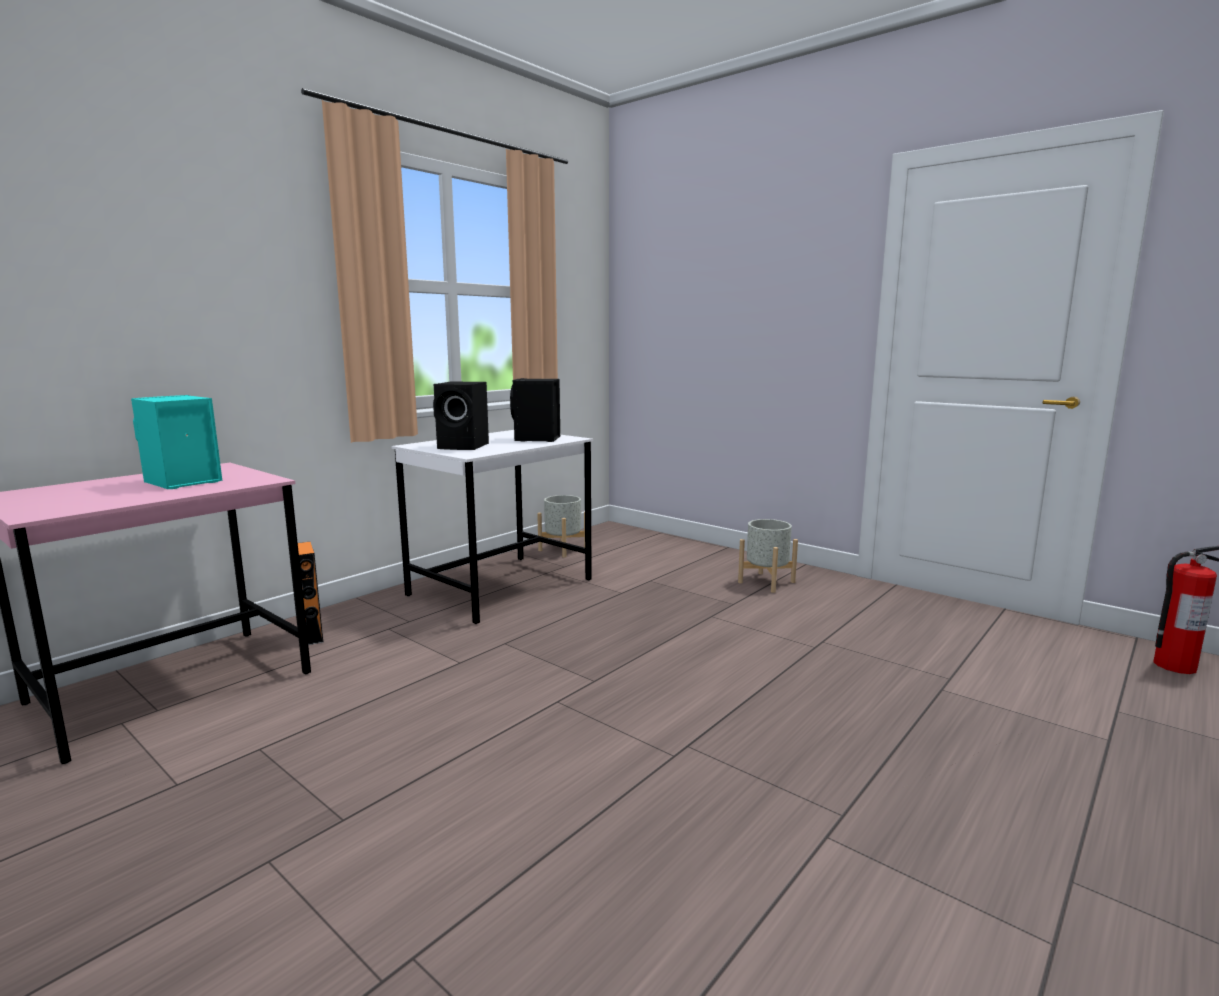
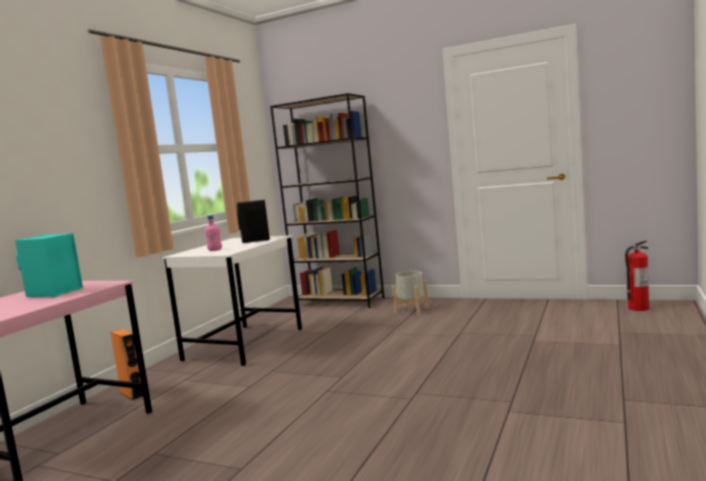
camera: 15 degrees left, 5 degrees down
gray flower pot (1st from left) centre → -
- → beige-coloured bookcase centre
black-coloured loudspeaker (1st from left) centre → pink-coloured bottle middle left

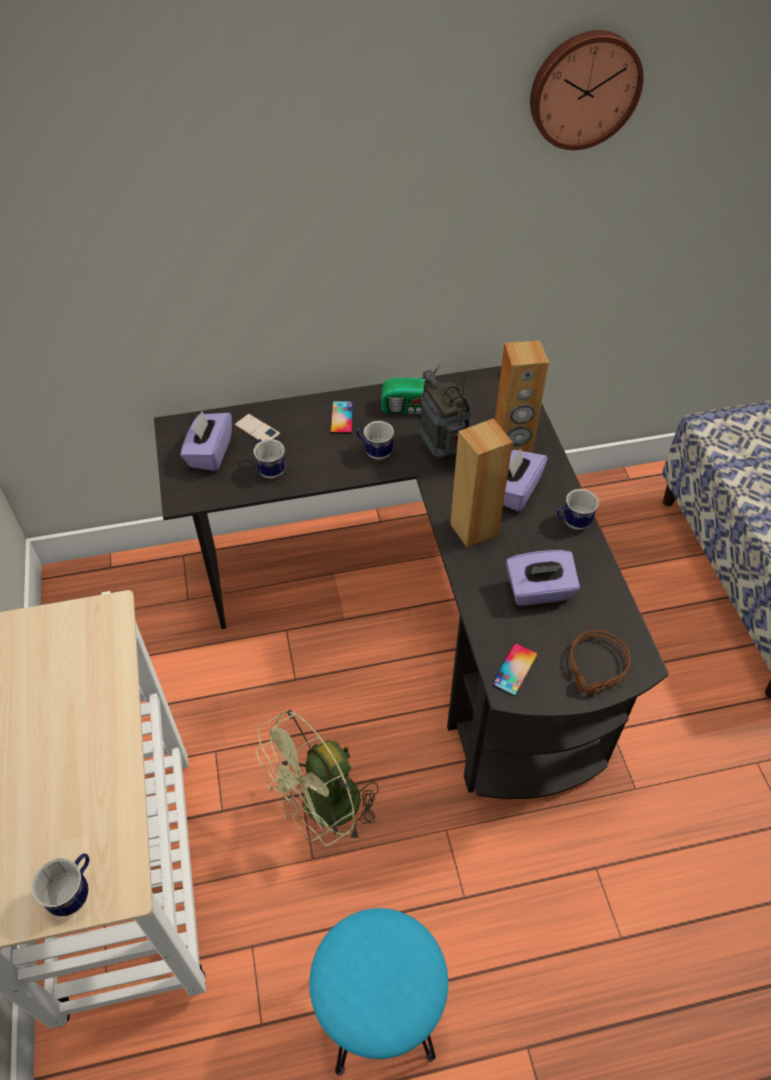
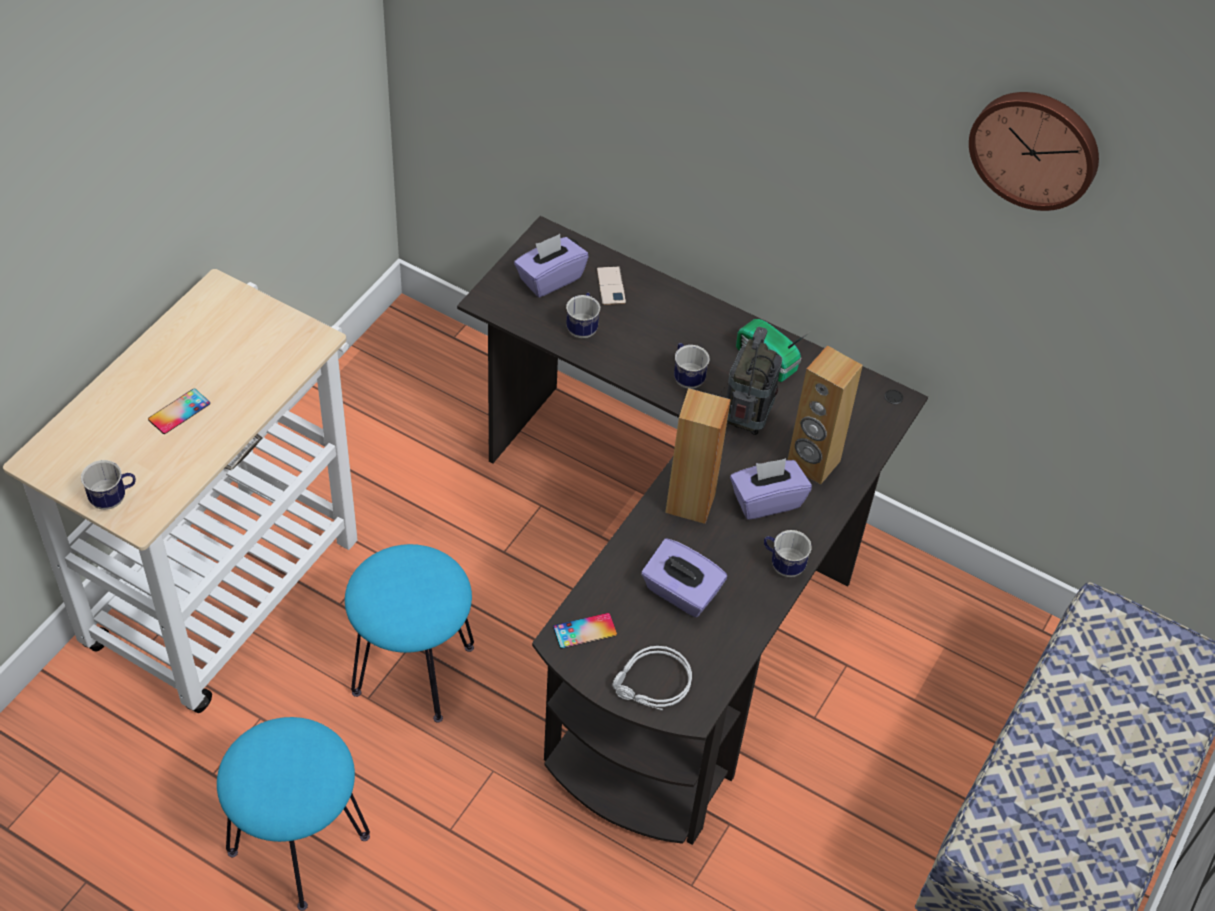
camera: 40 degrees right, 0 degrees up
telephone (2nd from left in the first image) centre → telephone (1st from left) middle left, move
greenish electric fan bottom centre → turquoise stool seat (2nd from left) bottom centre
brown-coloured headset middle right → gray headset bottom centre

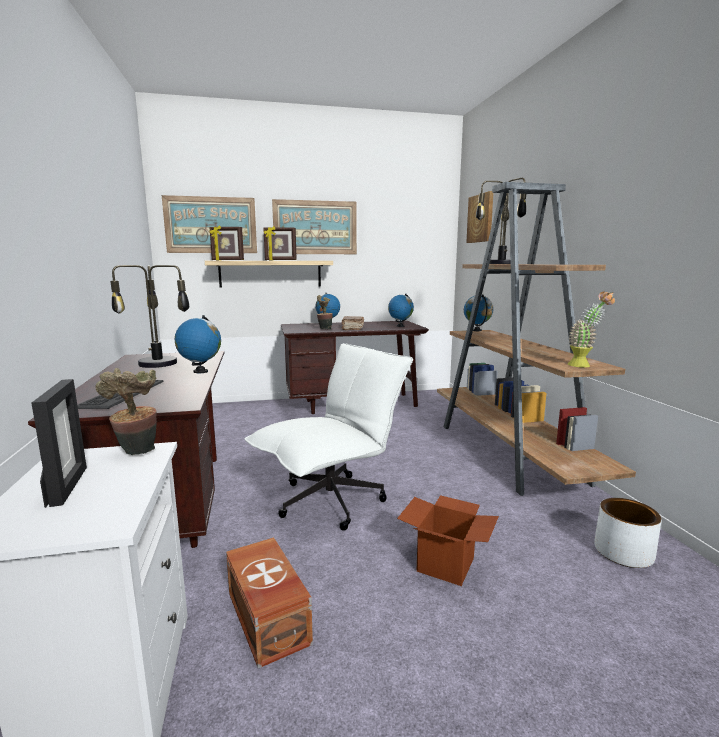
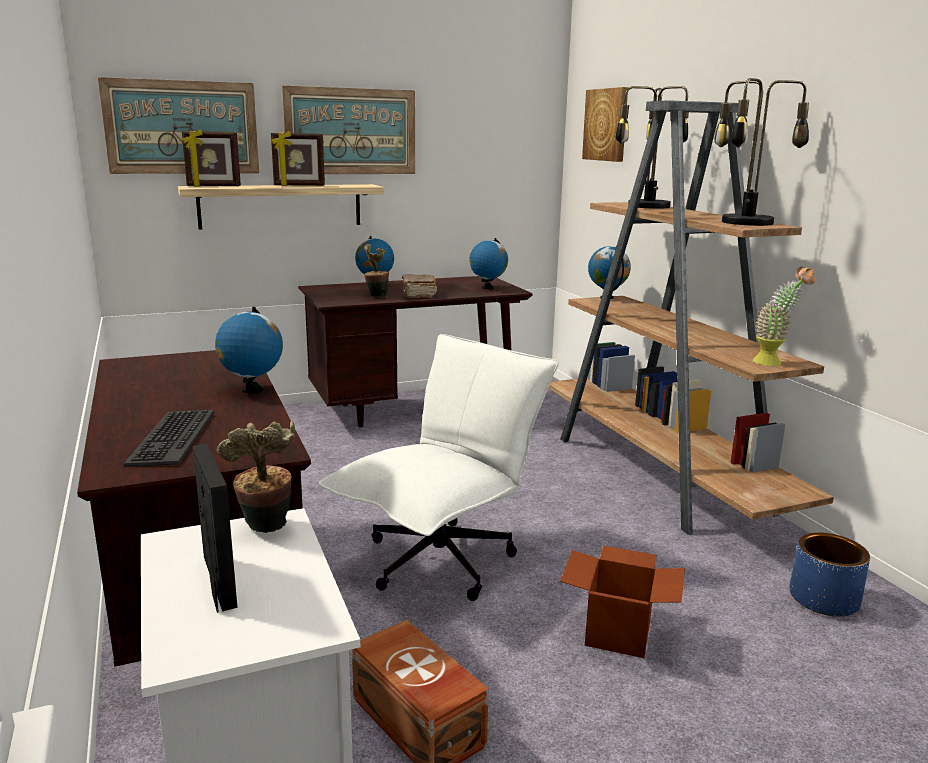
camera: 10 degrees left, 5 degrees up
table lamp (1st from left in the first image) middle left → table lamp (2nd from left) top right, move
whitish flower pot bottom right → bluish flower pot bottom right

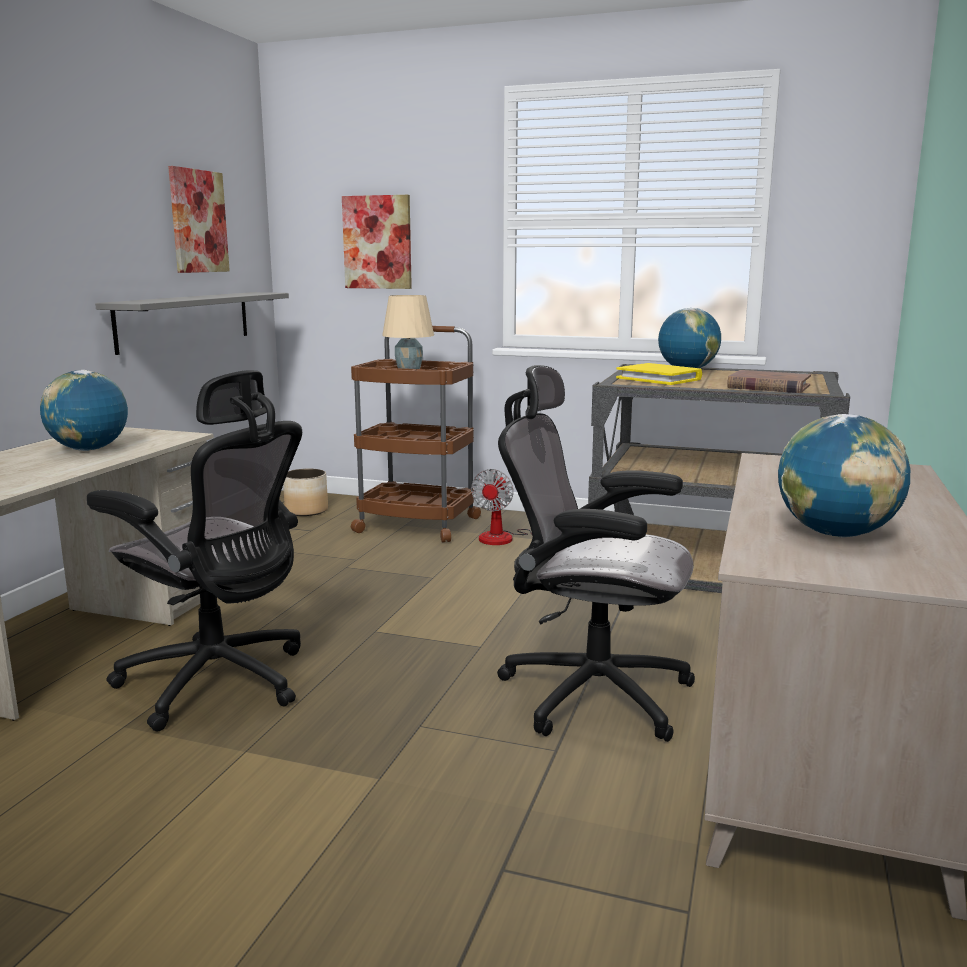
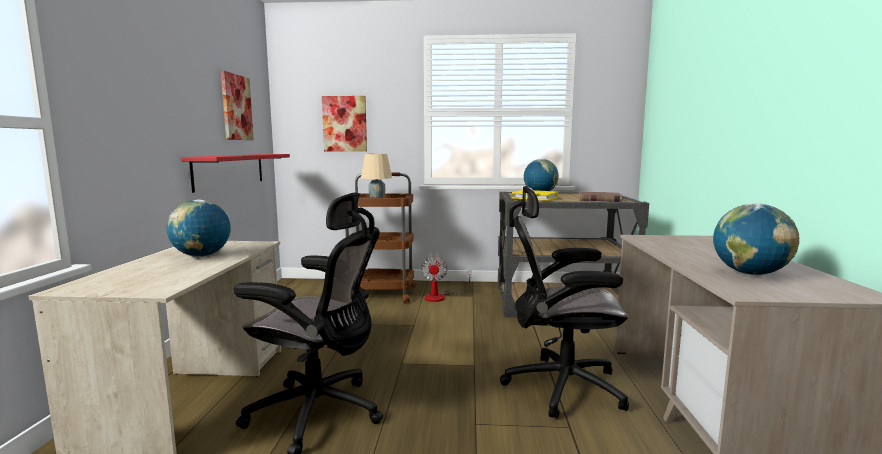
camera: 15 degrees left, 5 degrees down
flower pot middle left → -
gray shelf middle left → red-coloured shelf middle left

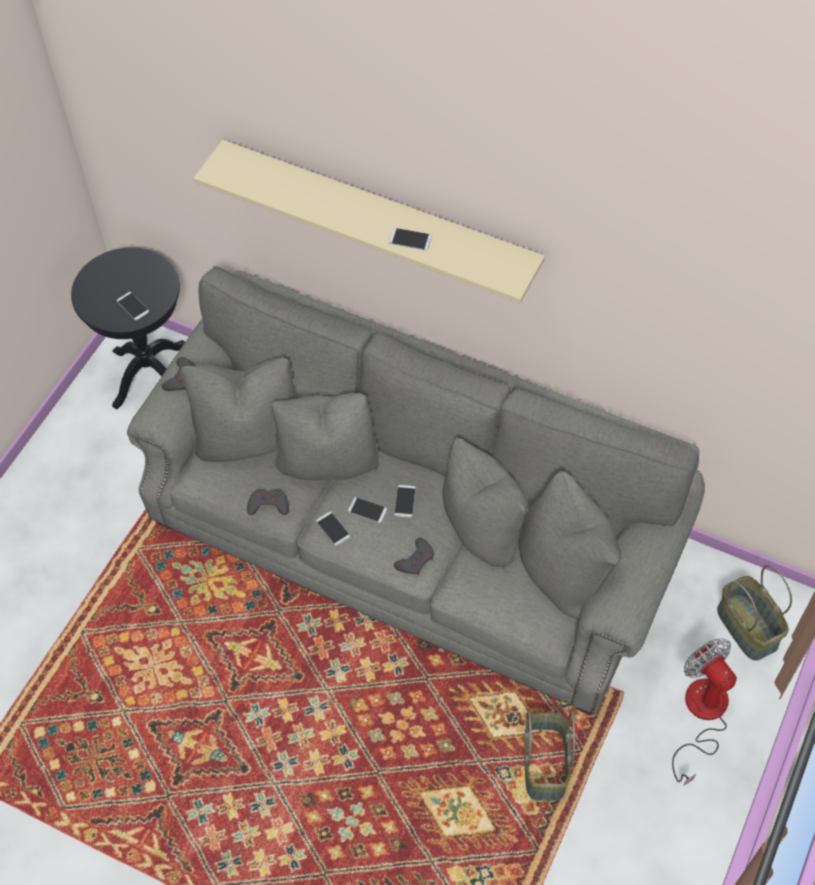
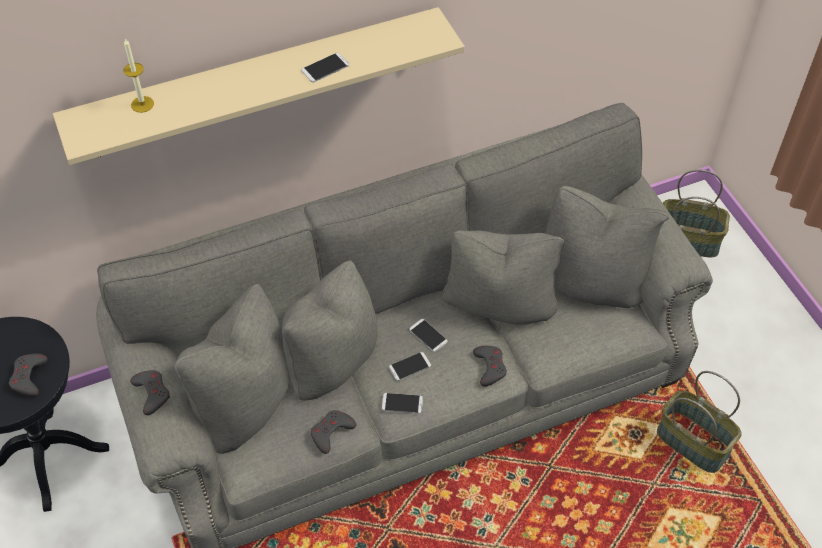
camera: 50 degrees left, 5 degrees down
electric fan bottom right → -
- → candle top left
telephone (1st from left) middle left → gray gamepad (1st from left) bottom left

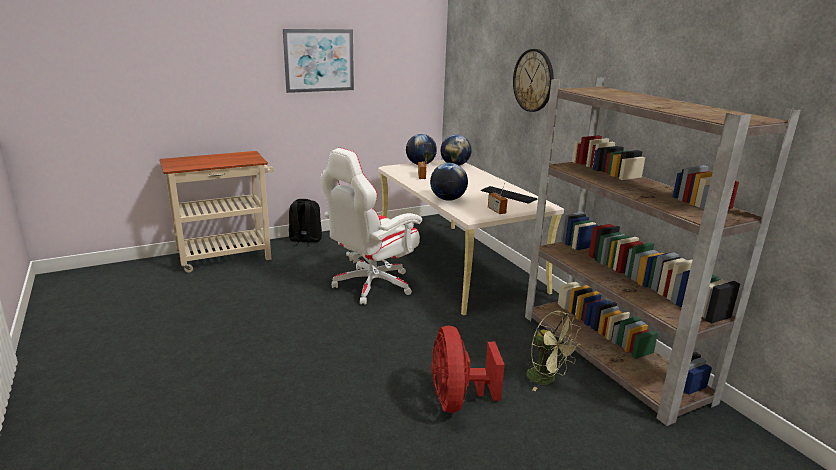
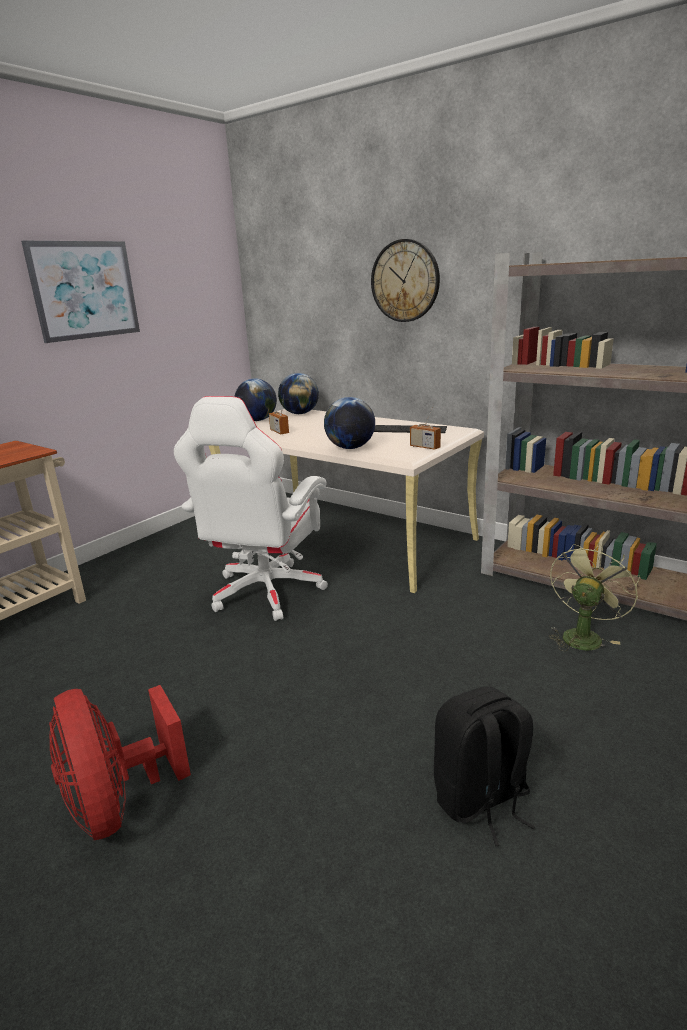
camera: 25 degrees left, 0 degrees up
black-coloured rucksack centre → black-coloured rucksack bottom right, move
red-coloured electric fan bottom centre → red-coloured electric fan bottom left, move
greenish electric fan bottom centre → greenish electric fan middle right, 75 degrees counterclockwise

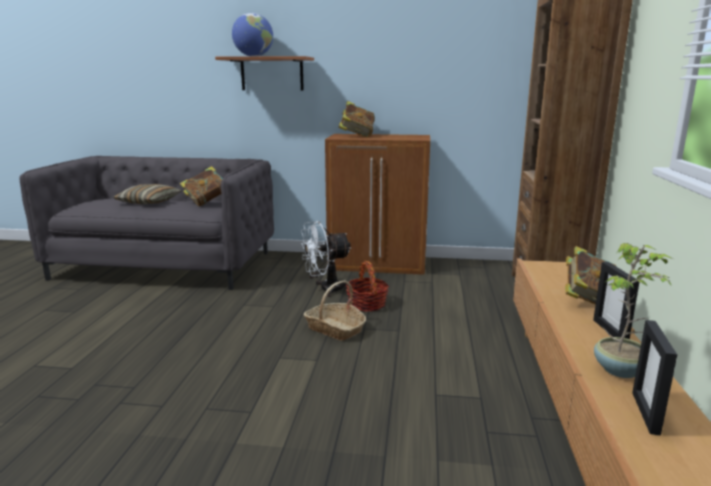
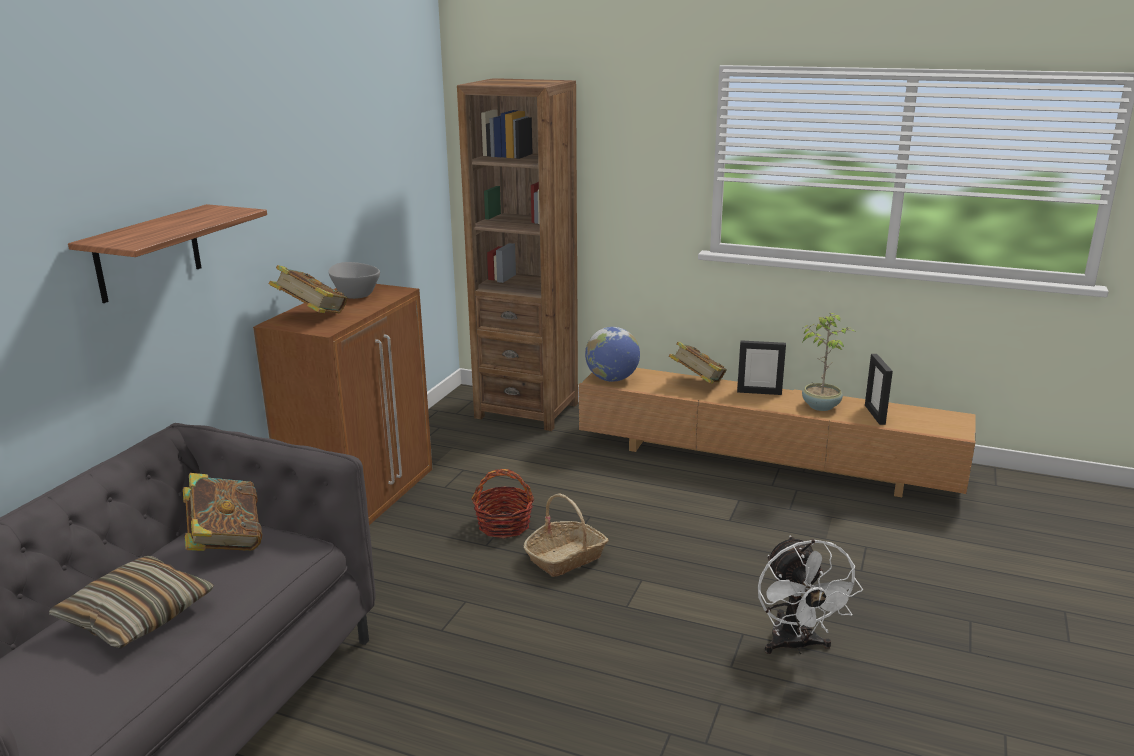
camera: 75 degrees left, 5 degrees up
- → gray deep dish middle left
desk globe top centre → desk globe centre, move
whitish electric fan centre → whitish electric fan bottom right, move
standing frame (2nd from left) bottom right → standing frame (2nd from left) middle right, 60 degrees clockwise

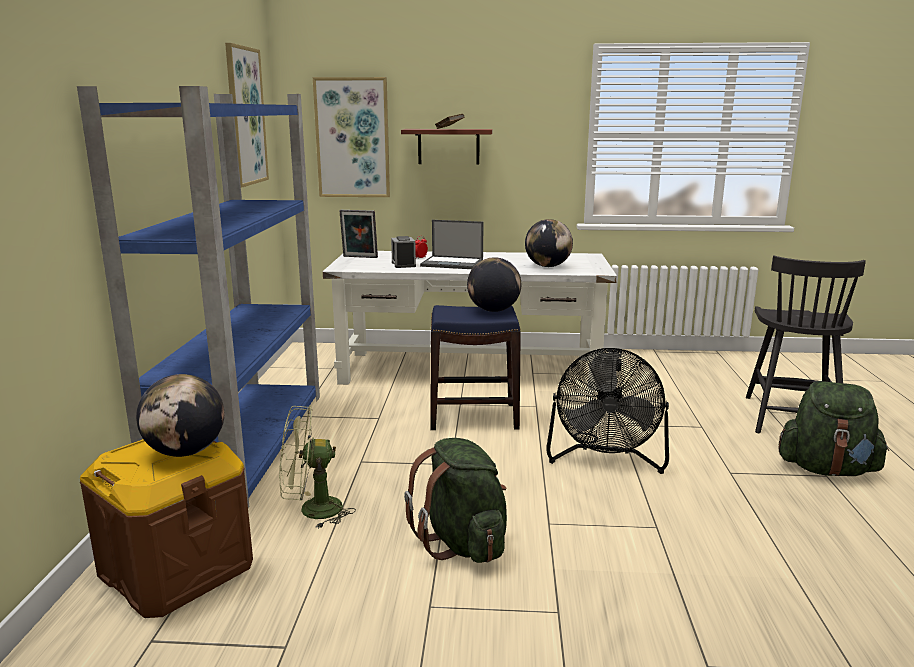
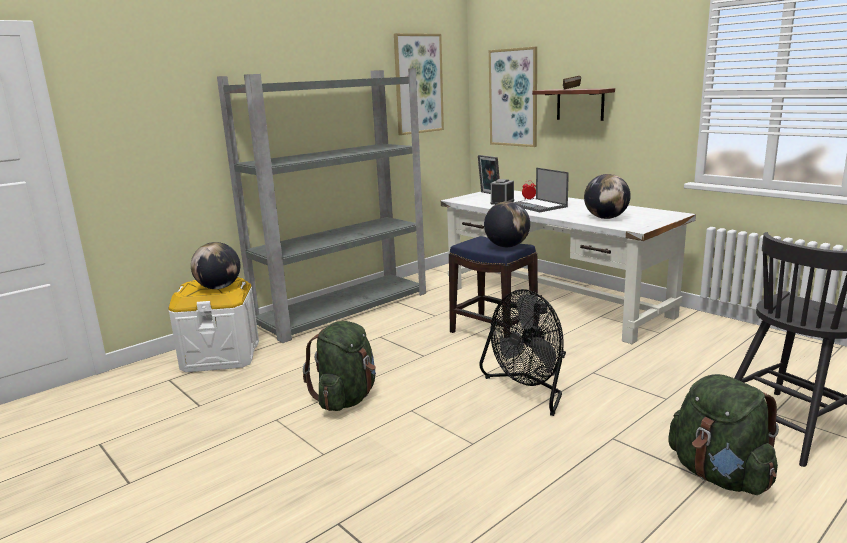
camera: 45 degrees right, 0 degrees up
greenish electric fan bottom centre → -
bluish bookcase middle left → gray bookcase centre
brown-coloured storage bin bottom left → whitish storage bin middle left

